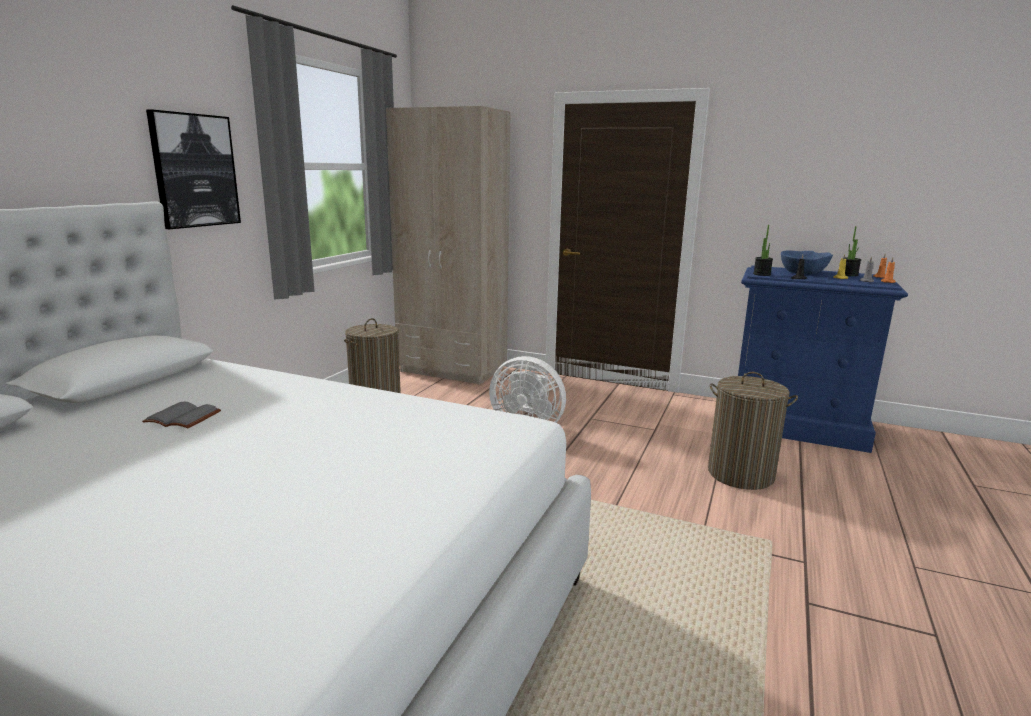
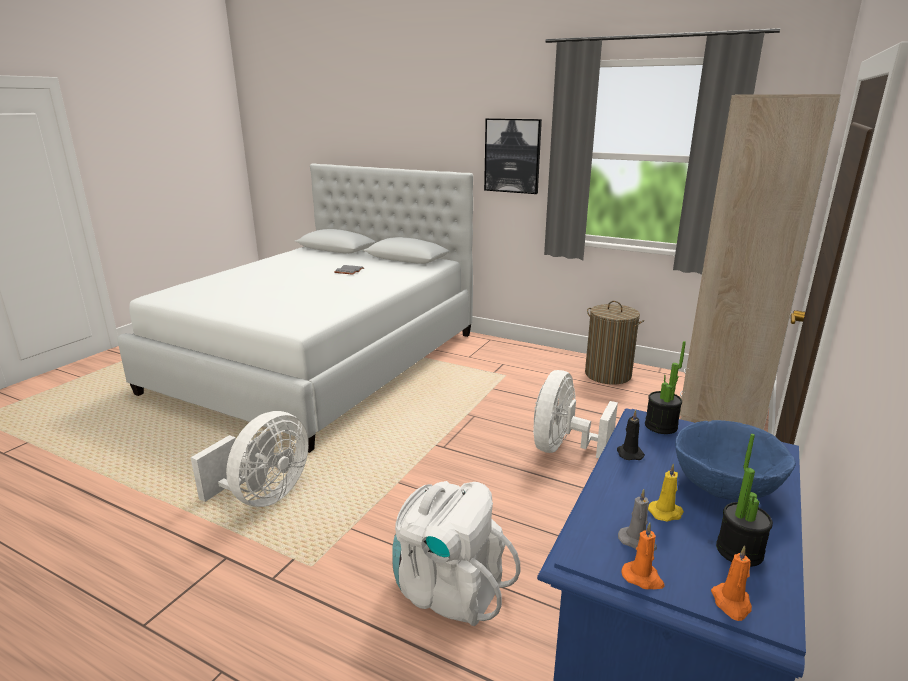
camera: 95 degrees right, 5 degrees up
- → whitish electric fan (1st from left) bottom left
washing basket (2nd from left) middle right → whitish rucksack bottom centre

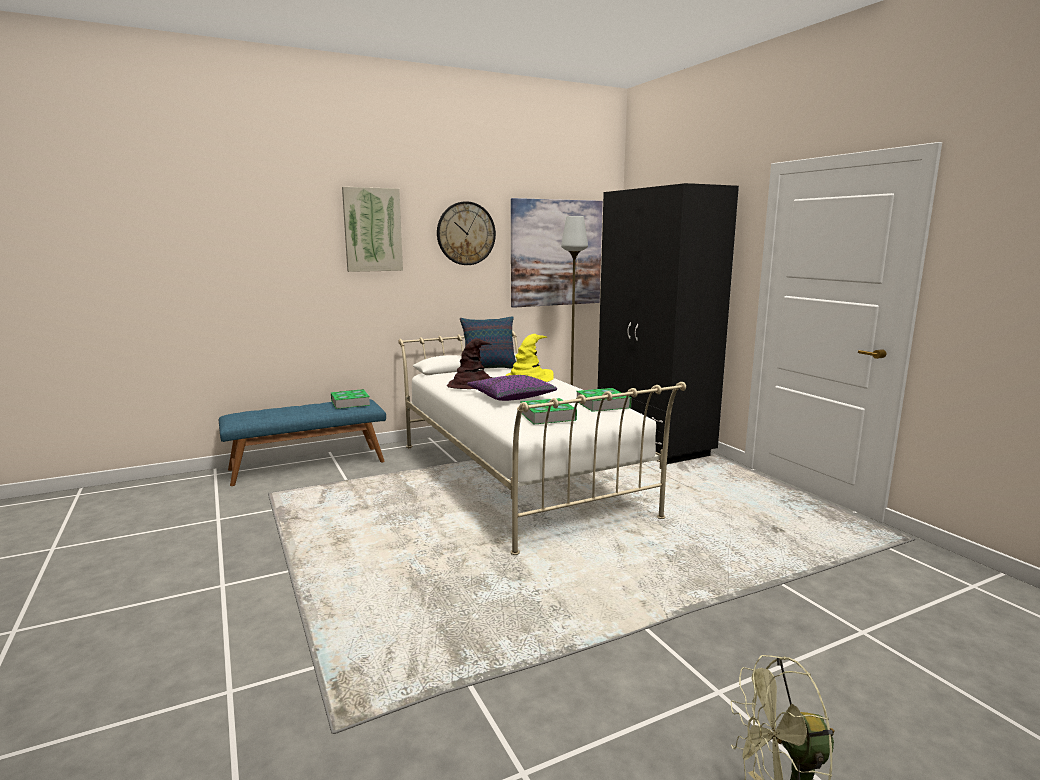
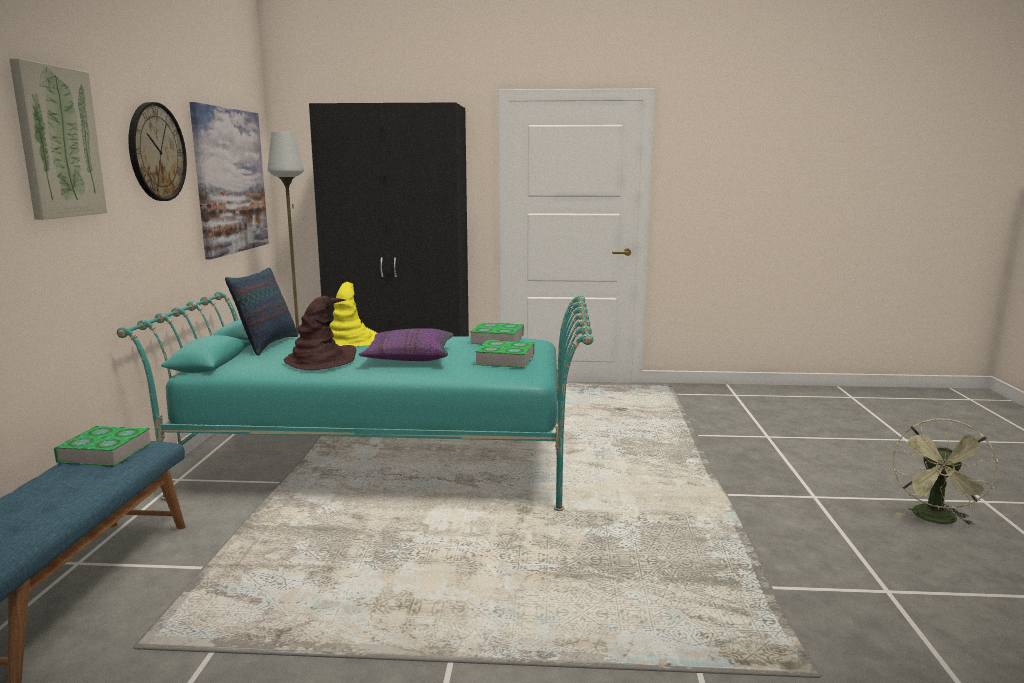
camera: 60 degrees left, 0 degrees up
whitish bed centre → turquoise bed centre

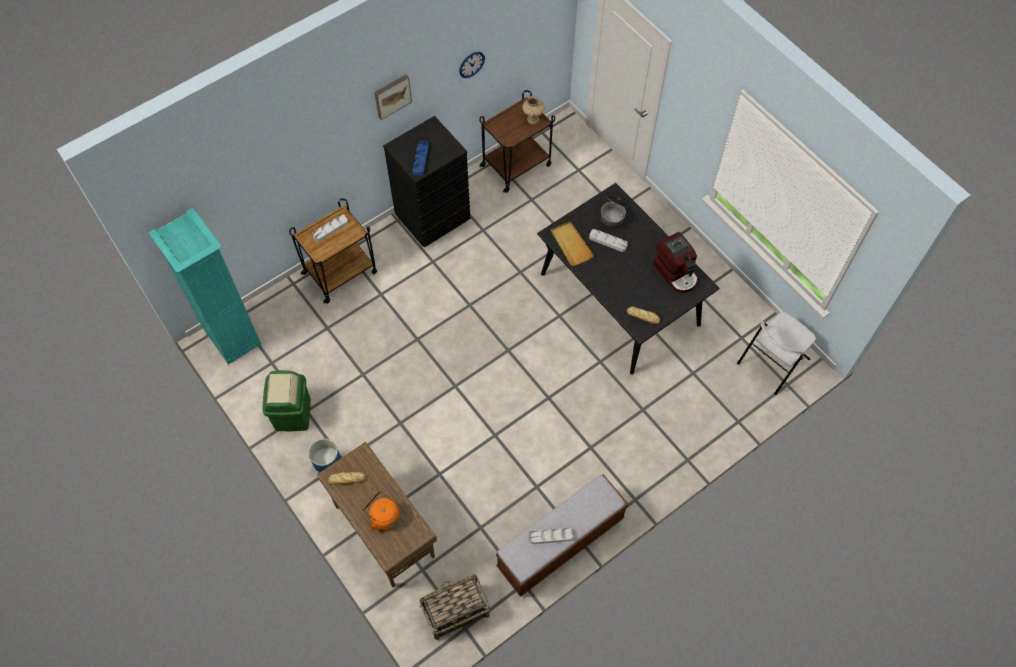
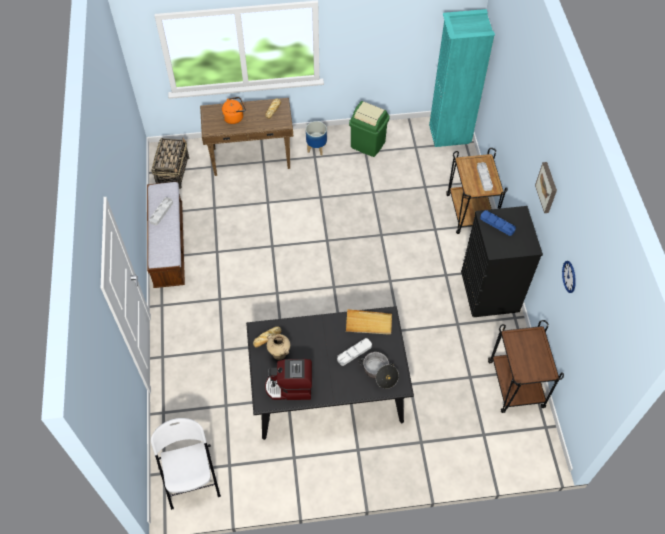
camera: 120 degrees right, 5 degrees down
beige-coloured flower vase top centre → beige-coloured flower vase centre, move

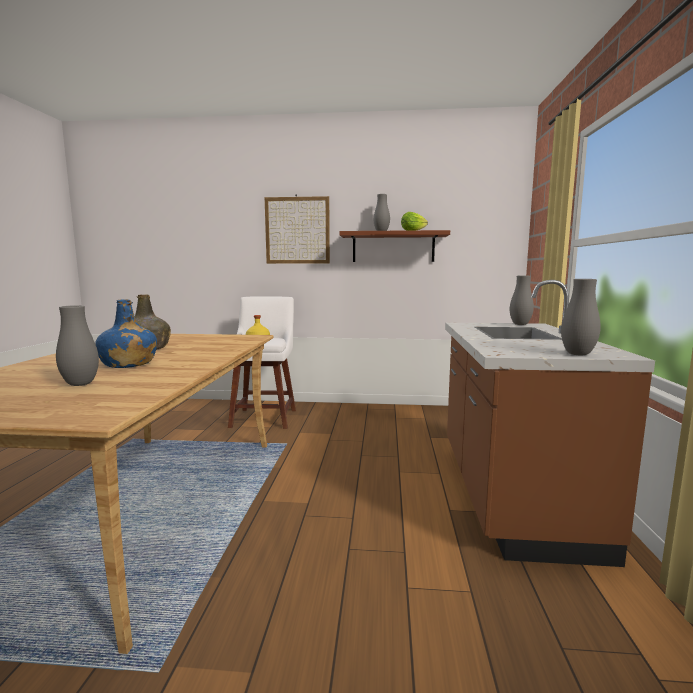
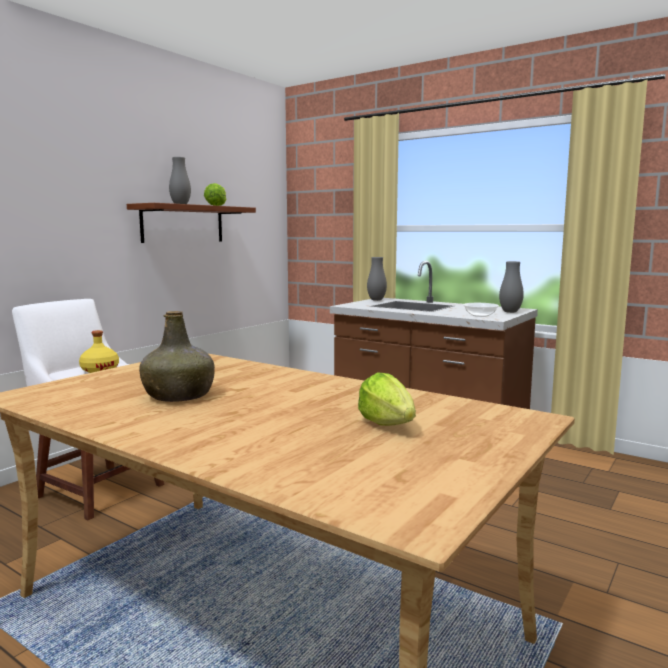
camera: 60 degrees left, 0 degrees up
bluish bottle middle left → -
picture top centre → -
- → deep dish middle right
gray flower vase (1st from left) middle left → lettuce (2nd from left) centre

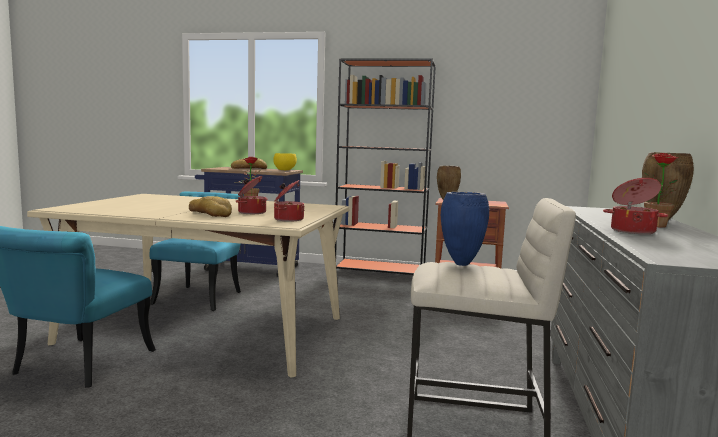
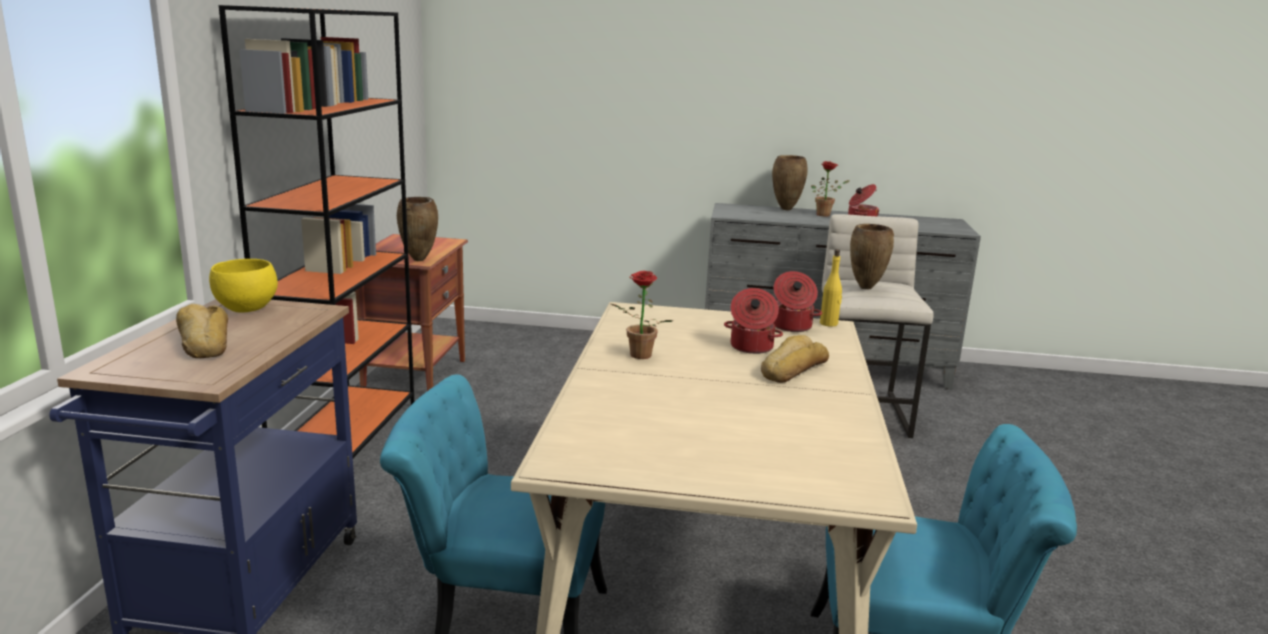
camera: 95 degrees left, 10 degrees up
- → yellow-coloured bottle centre
bluish flower vase centre → brown-coloured flower vase (3rd from left) middle right

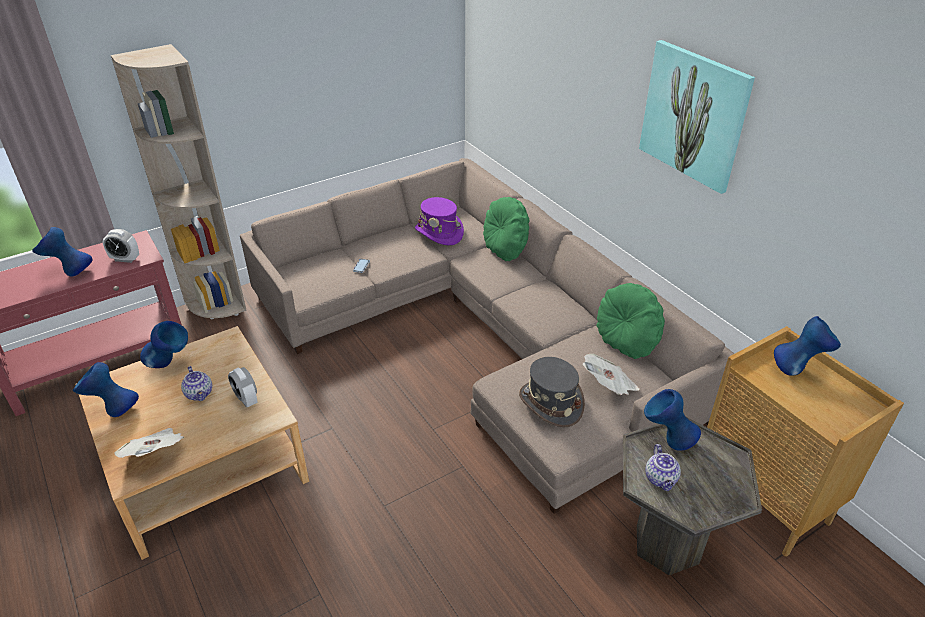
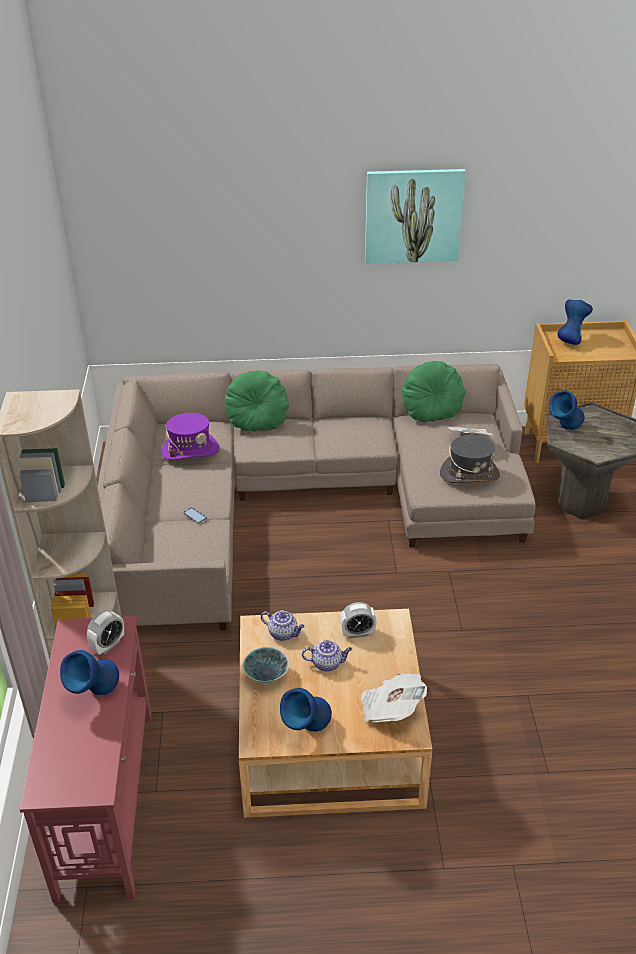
camera: 60 degrees left, 0 degrees up
tea pot (2nd from left in the first image) bottom right → tea pot (1st from left) centre, move
bluish flower vase (3rd from left) middle left → deep dish bottom centre

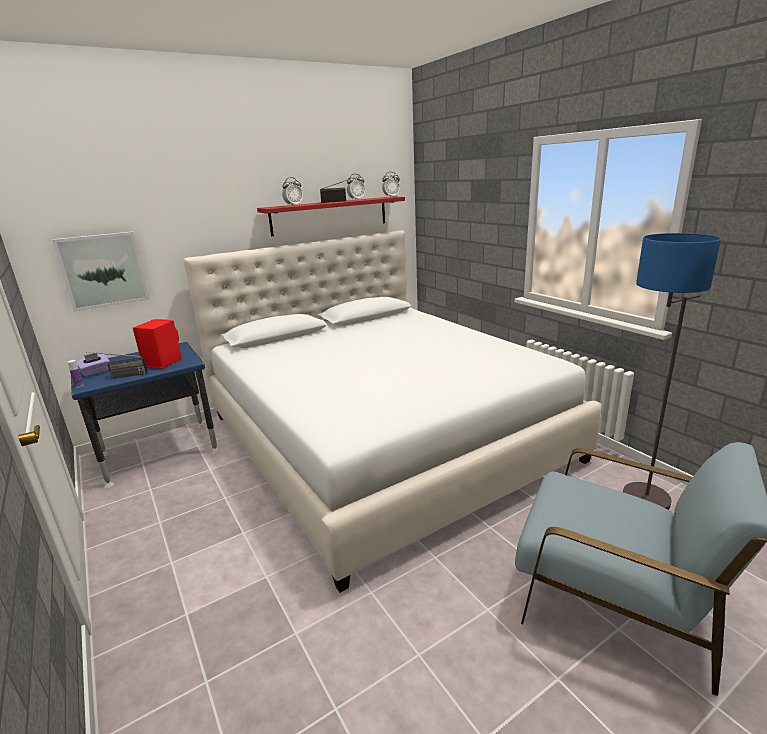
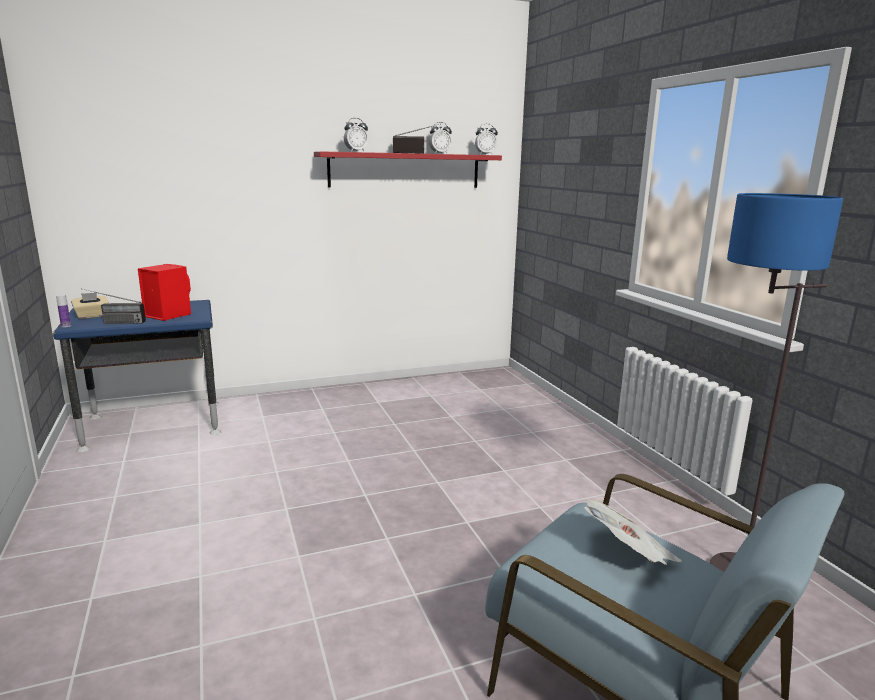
camera: 10 degrees right, 5 degrees down
picture middle left → -
whitish bed centre → -
- → daily paper bottom right
purplish tissue box middle left → beige-coloured tissue box middle left

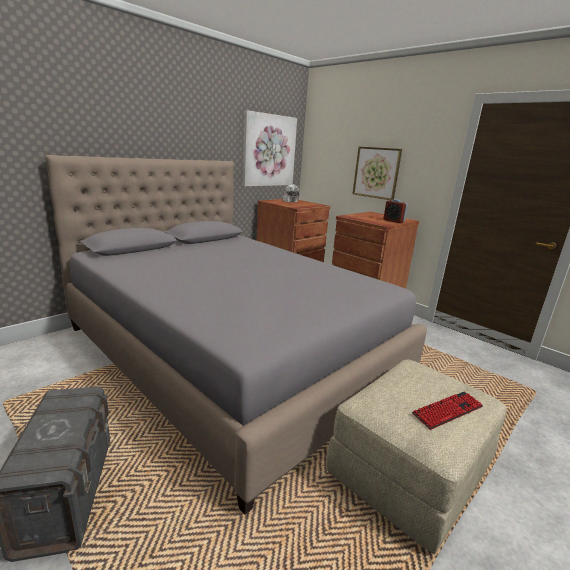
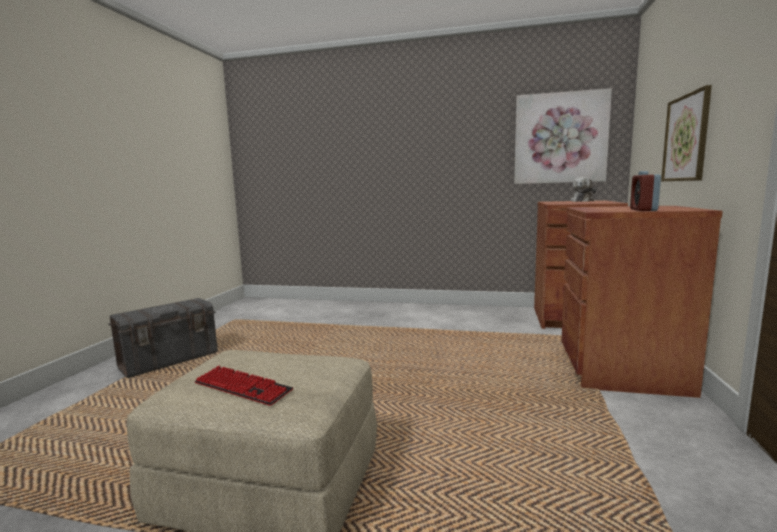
camera: 60 degrees right, 10 degrees down
gray bed centre → -

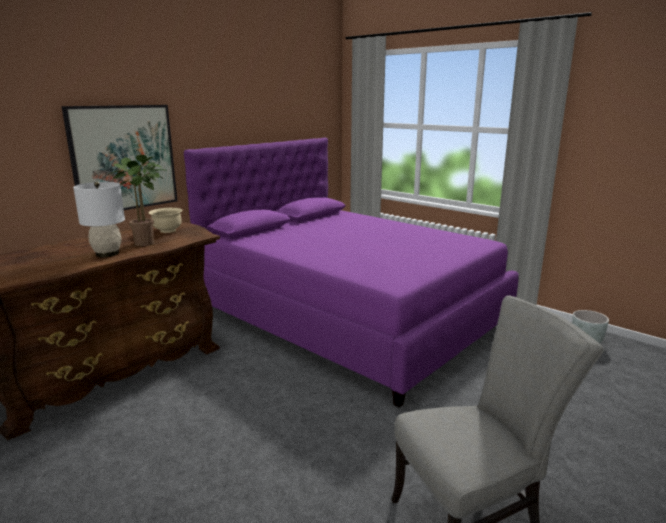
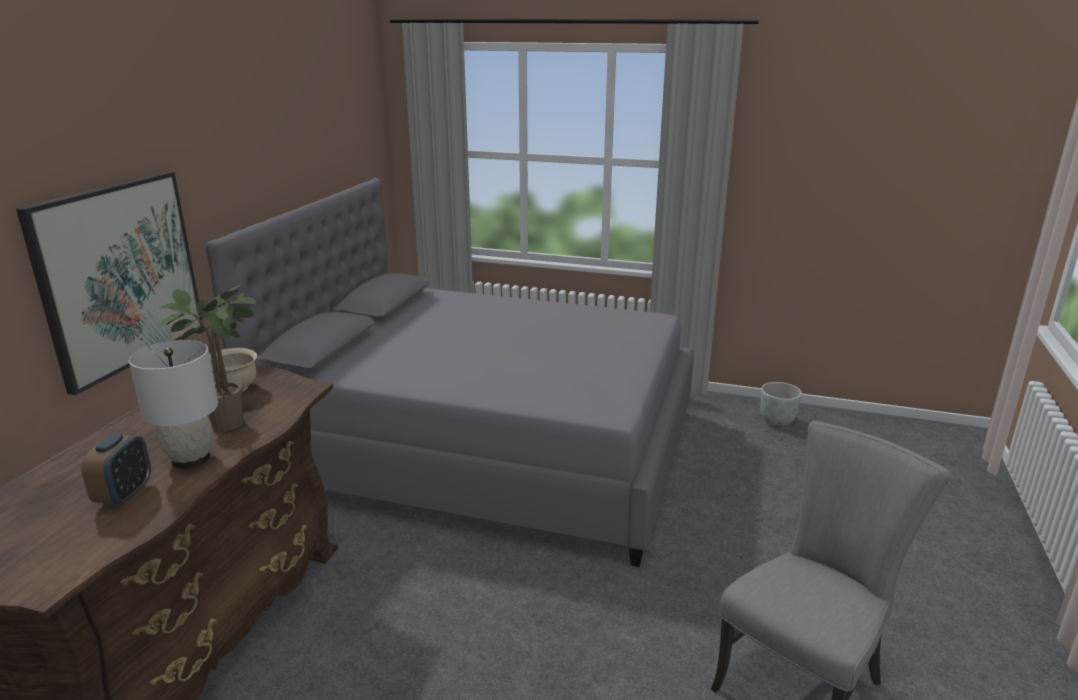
camera: 25 degrees left, 5 degrees up
- → table clock bottom left
purplish bed centre → gray bed centre

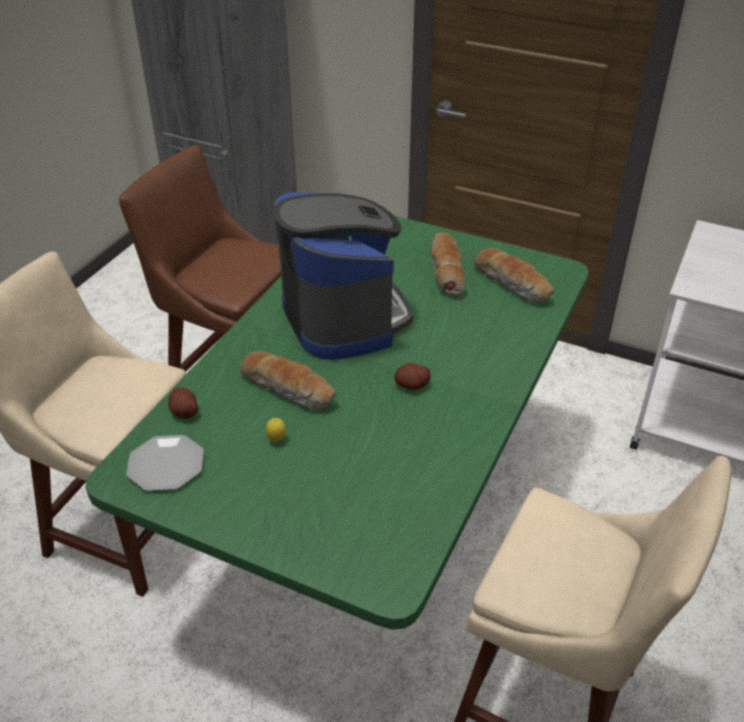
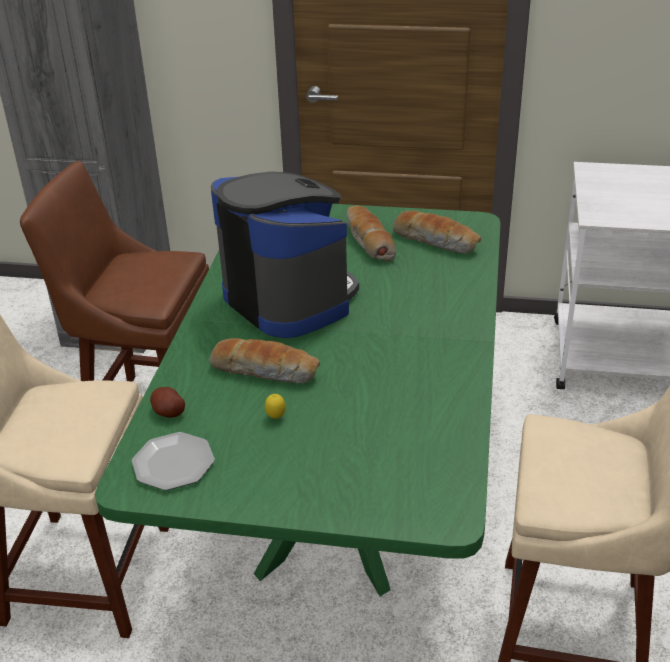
camera: 15 degrees left, 5 degrees down
whole potato (2nd from left) centre → -

